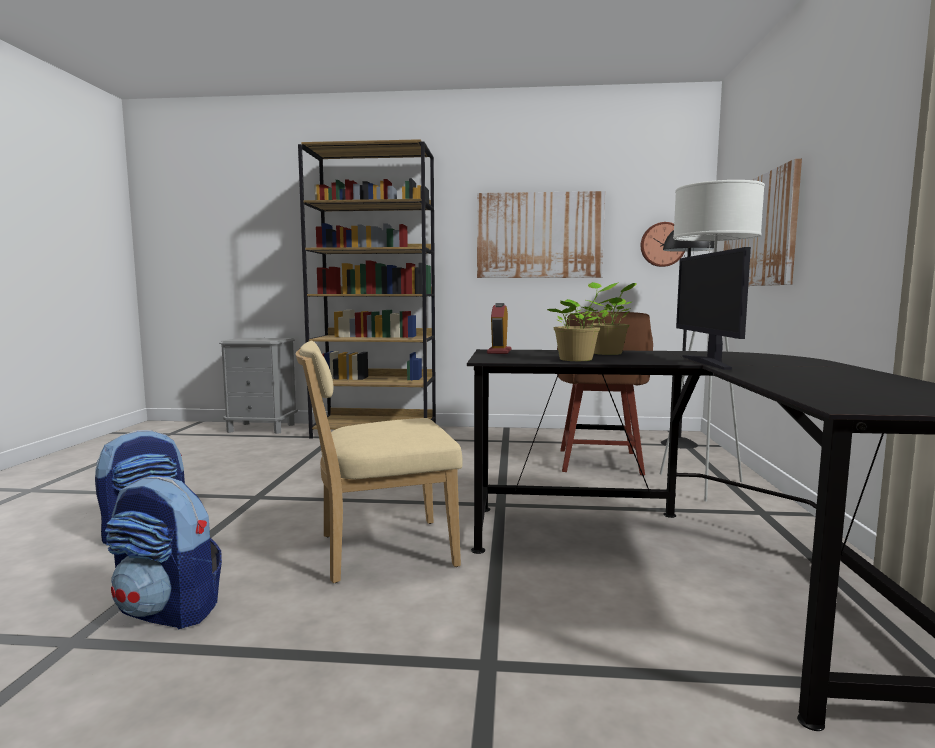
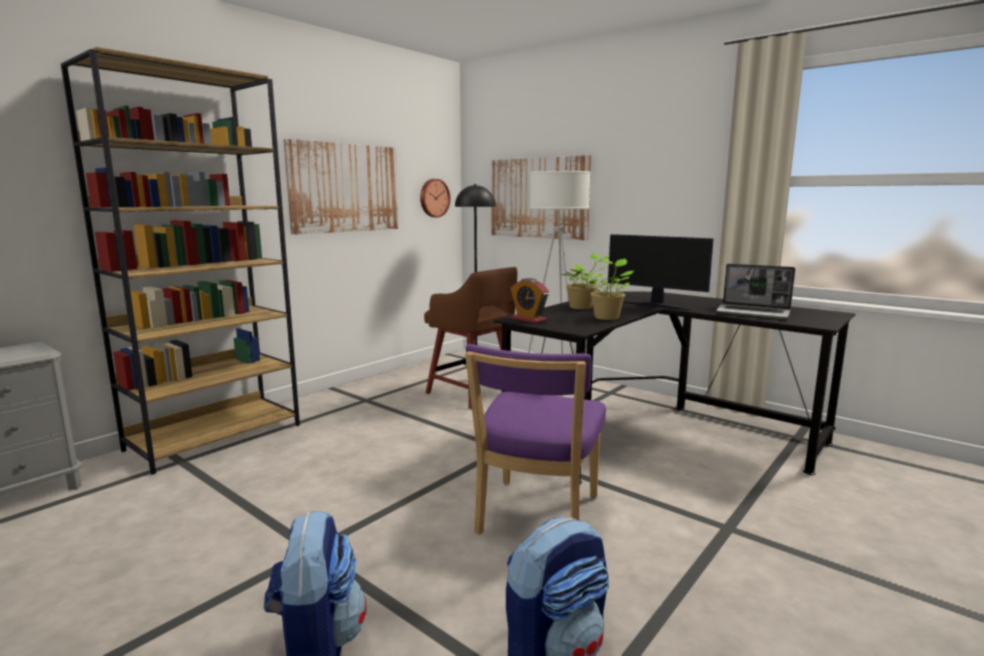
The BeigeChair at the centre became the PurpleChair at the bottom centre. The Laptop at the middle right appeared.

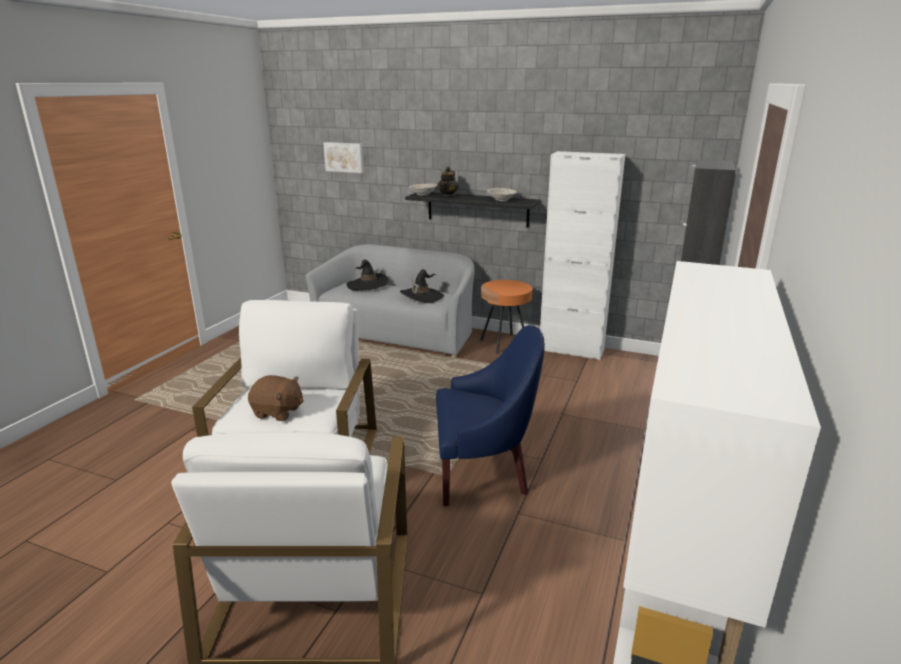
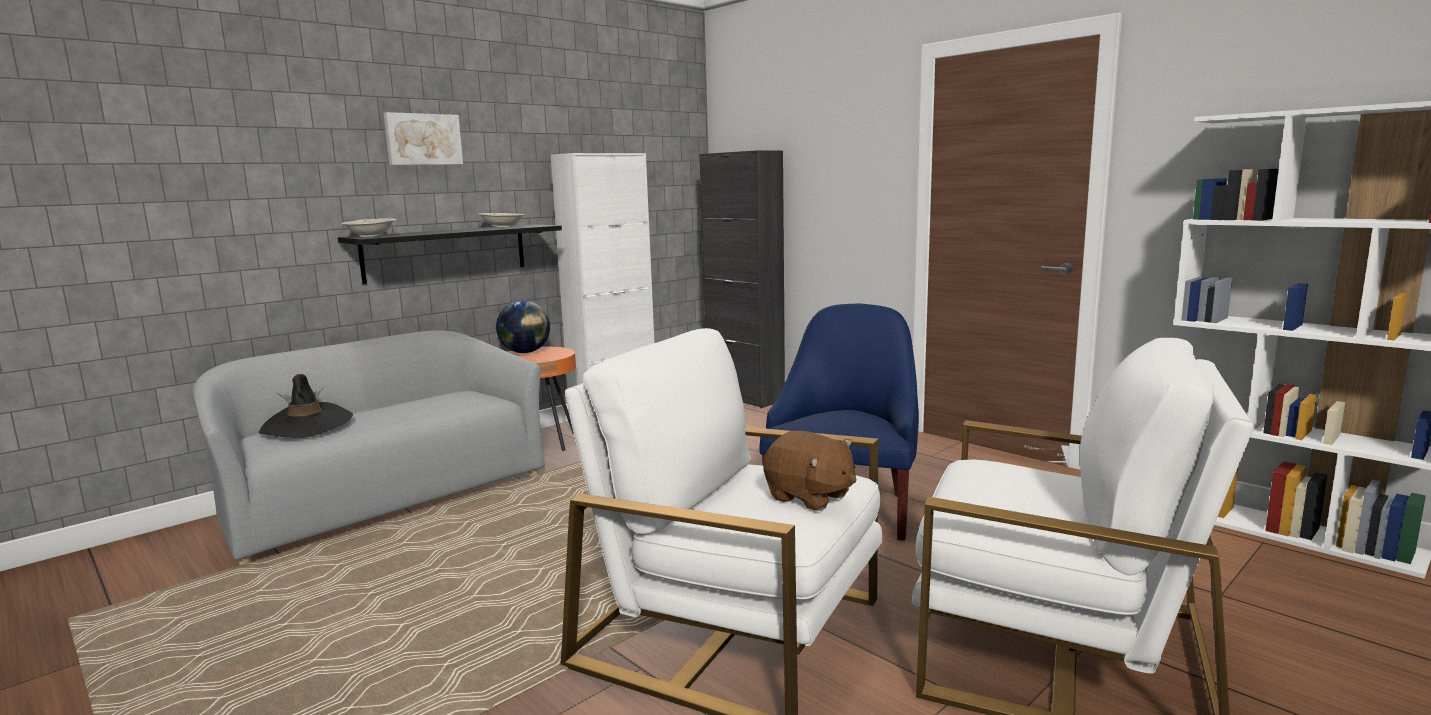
The Picture moved from the top centre to the top left. The Teapot at the top centre disappeared. The BlackHat (no. 2 from left) at the centre disappeared. The BrownPlushToy at the middle left turned 90 degrees clockwise. The Globe at the centre appeared.

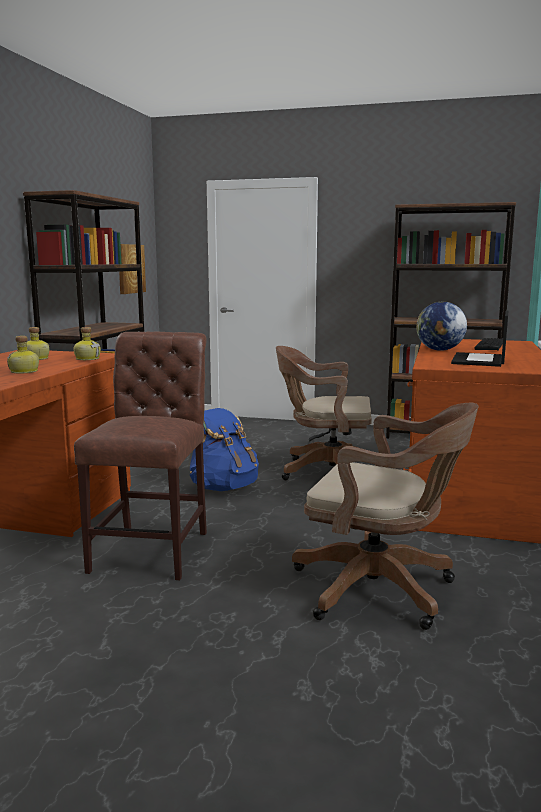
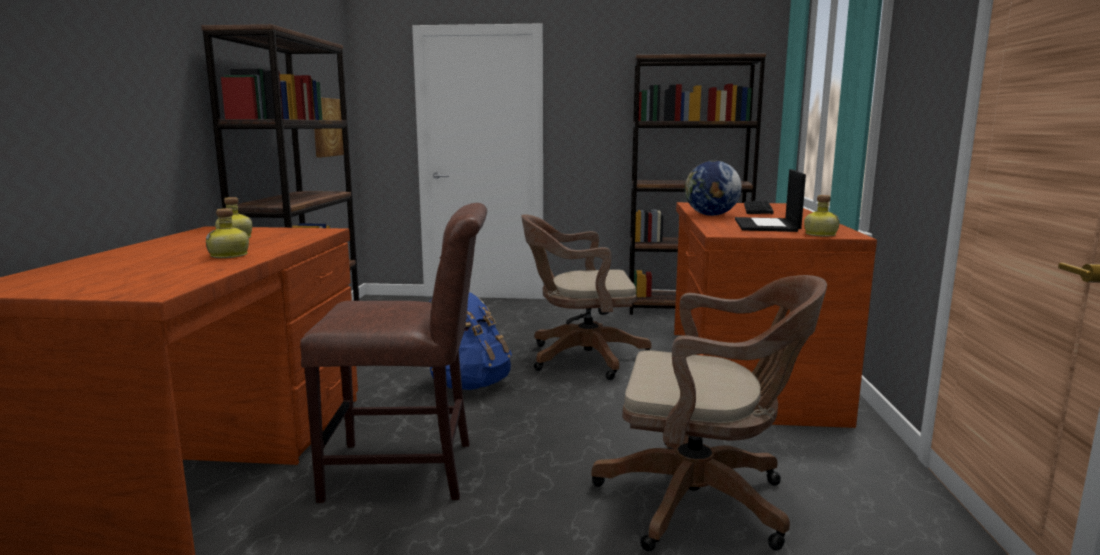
The Bottle (no. 3 from left) moved from the middle left to the middle right. The BrownChair at the middle left turned 90 degrees clockwise.

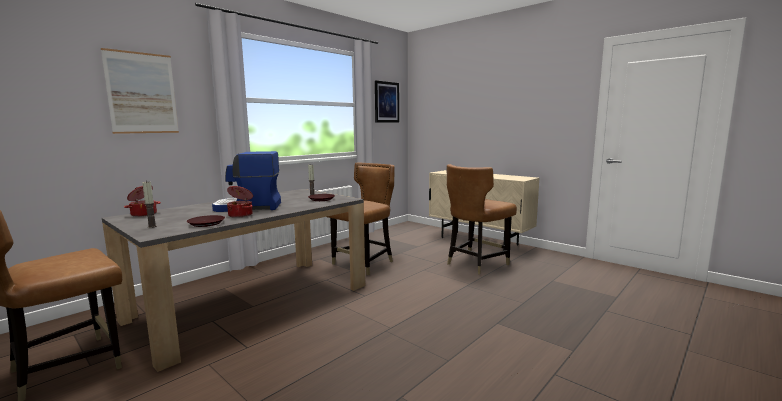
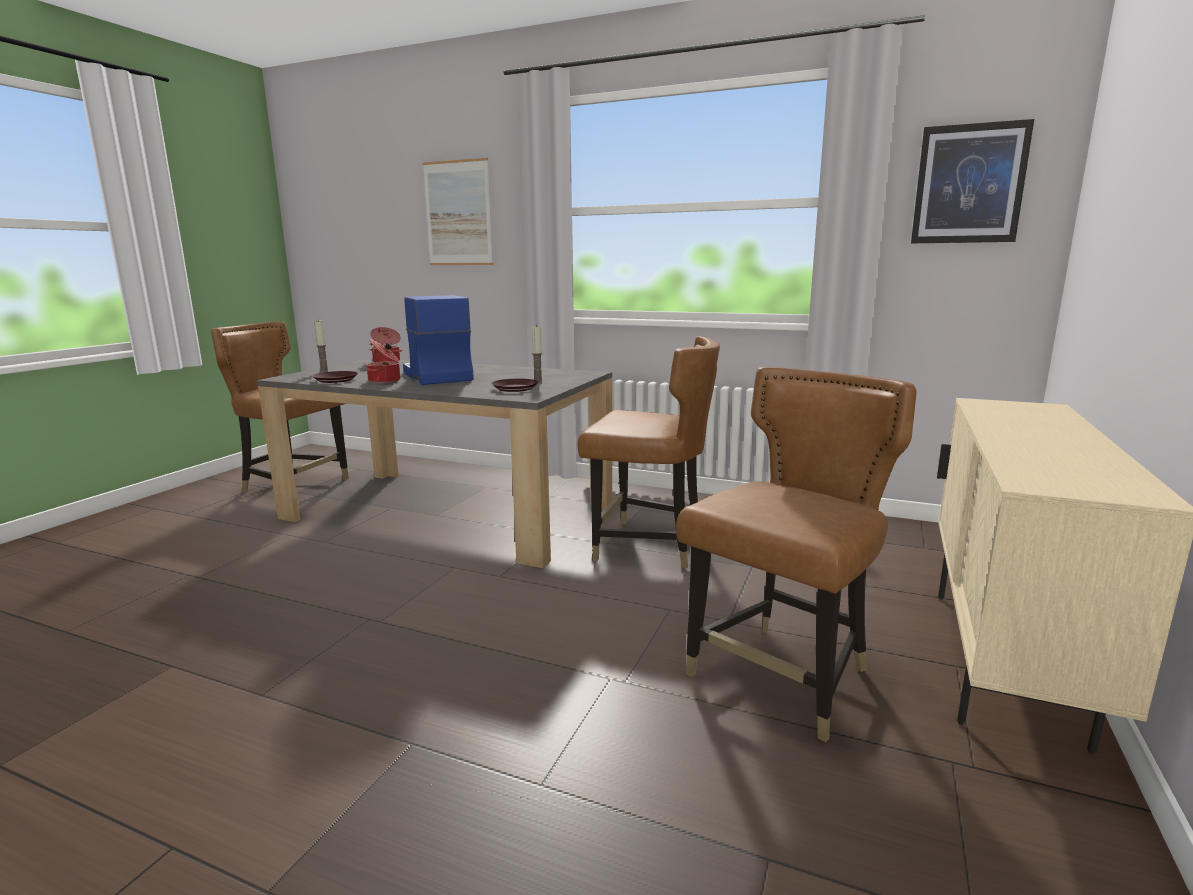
The BrownChair (no. 3 from left) at the centre turned 105 degrees clockwise.

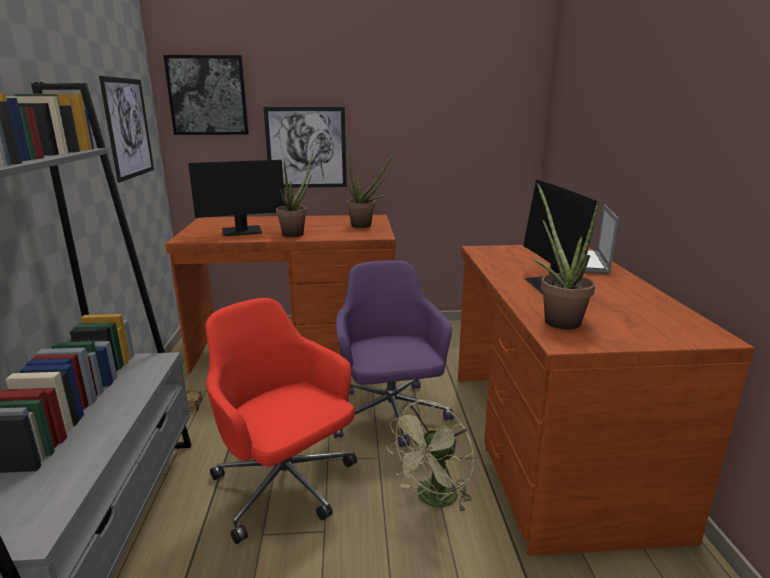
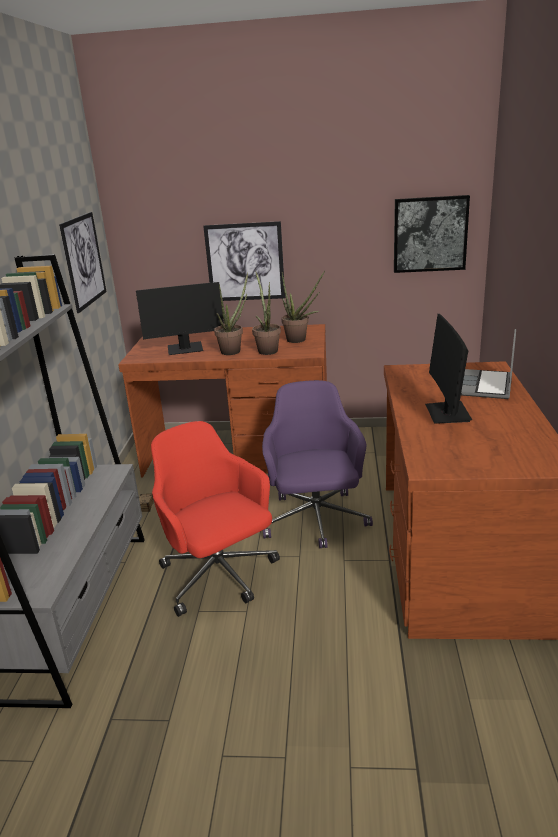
The Picture (no. 2 from left in the first image) moved from the top left to the top right. The PottedPlant (no. 3 from left in the first image) moved from the middle right to the centre. The GreenFan at the bottom centre disappeared.

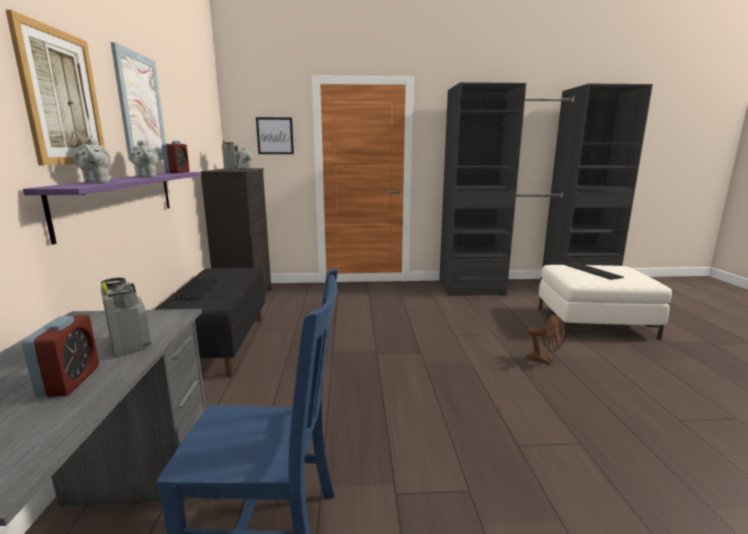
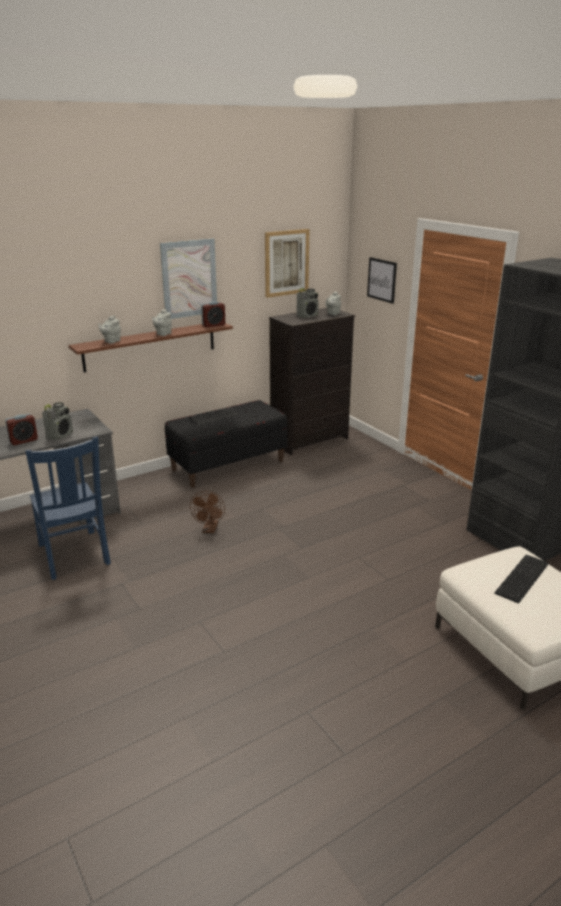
The Picture (no. 1 from left in the first image) moved from the top left to the top centre. The PurpleShelf at the middle left became the BrownShelf at the middle left. The BrownFan moved from the middle right to the centre.

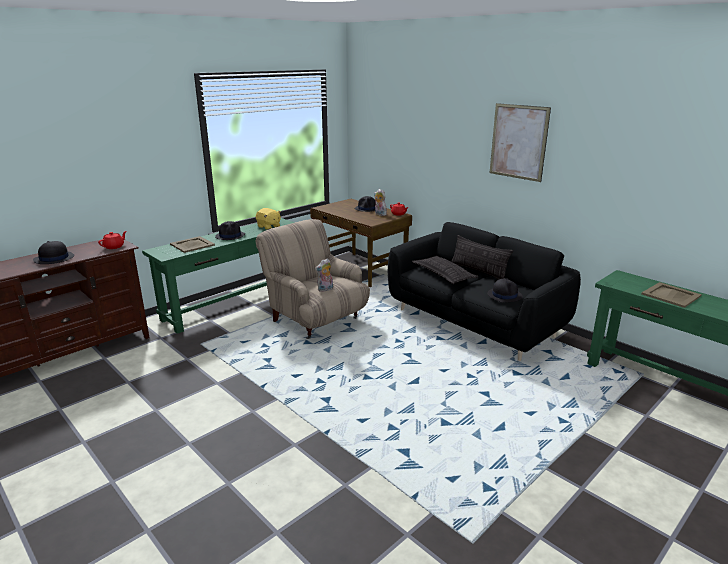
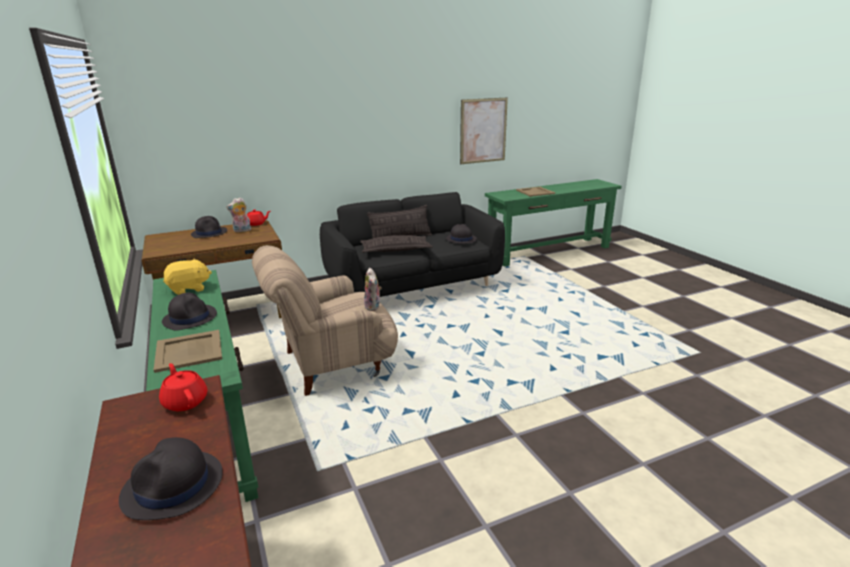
The Picture moved from the top right to the top centre.

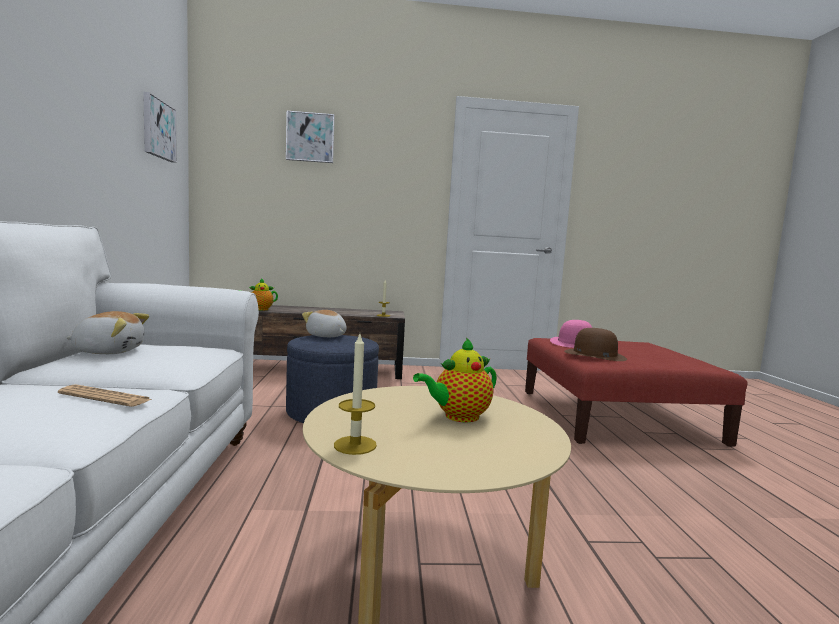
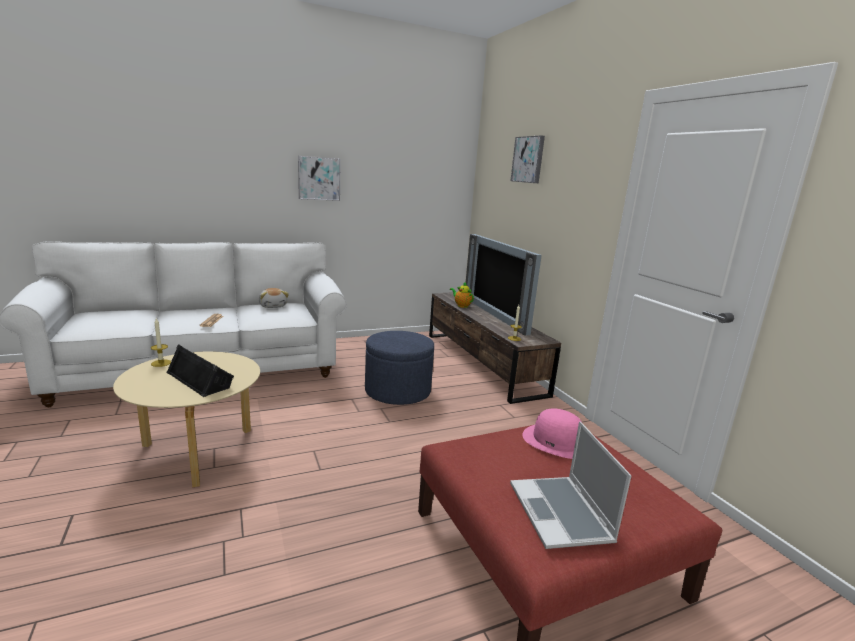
The Picture (no. 1 from left) moved from the top left to the top centre. The PlushToy (no. 2 from left) at the centre disappeared. The BrownHat at the middle right disappeared. The Teapot (no. 2 from left) at the centre was replaced by the BlackSpeaker at the middle left. The Television at the centre appeared. The Laptop at the bottom right appeared.

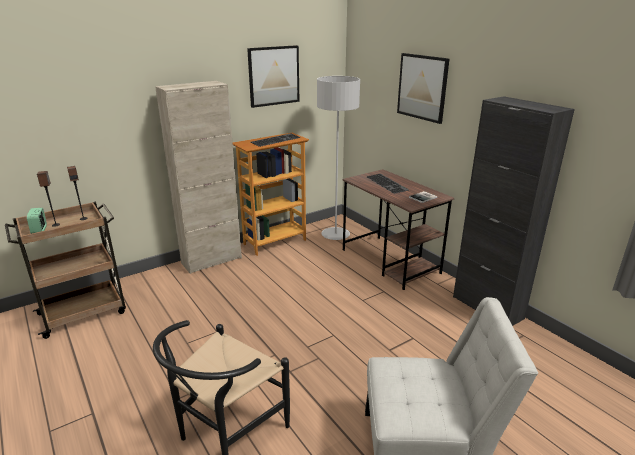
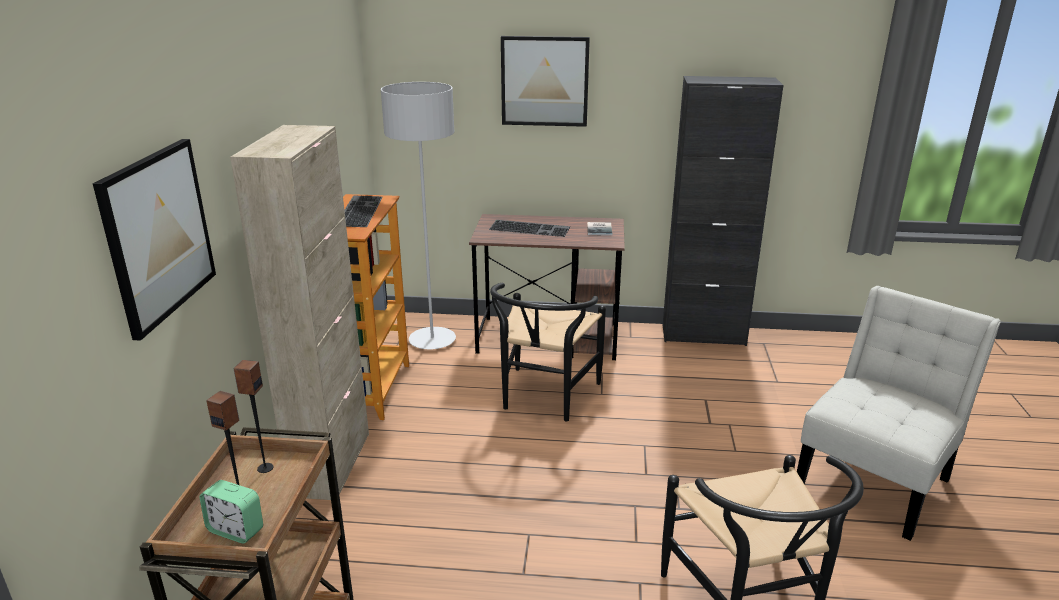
The Picture (no. 1 from left) moved from the top centre to the middle left. The BlackChair (no. 1 from left) at the centre appeared.

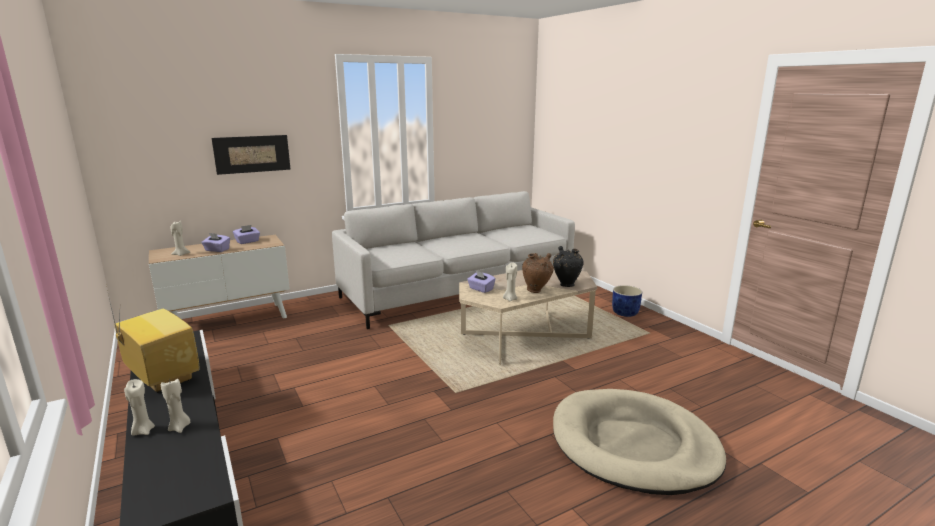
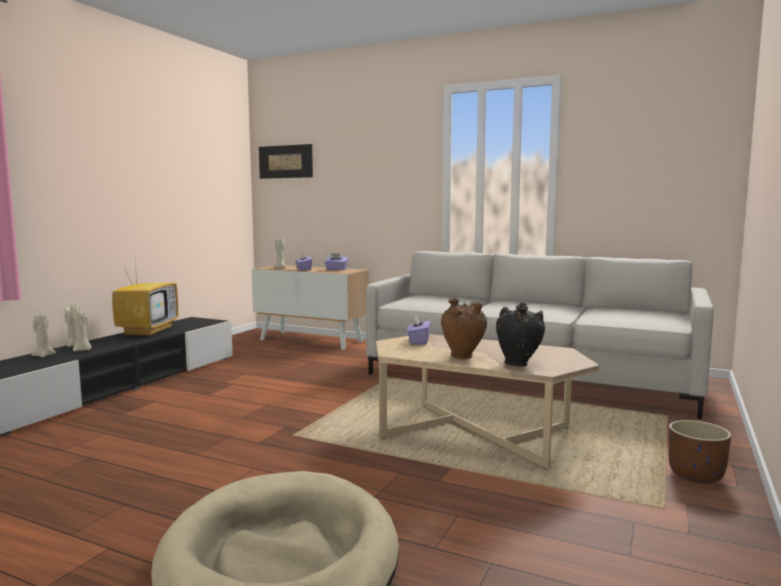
The Picture moved from the top left to the top centre. The BeigeCandle (no. 4 from left in the first image) moved from the centre to the middle left. The BluePlanter at the middle right became the BrownPlanter at the bottom right.

